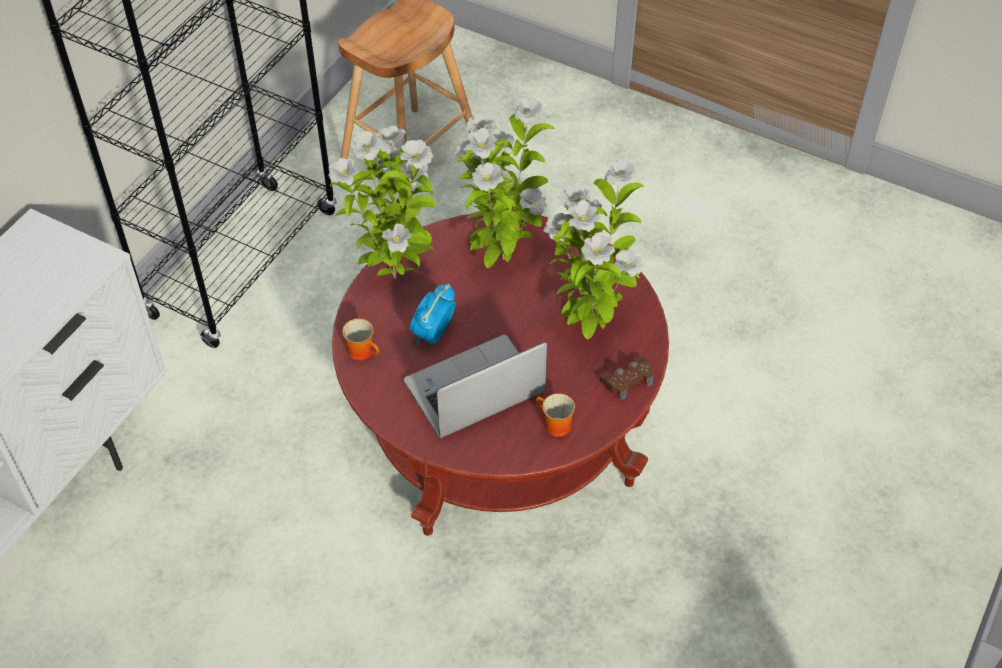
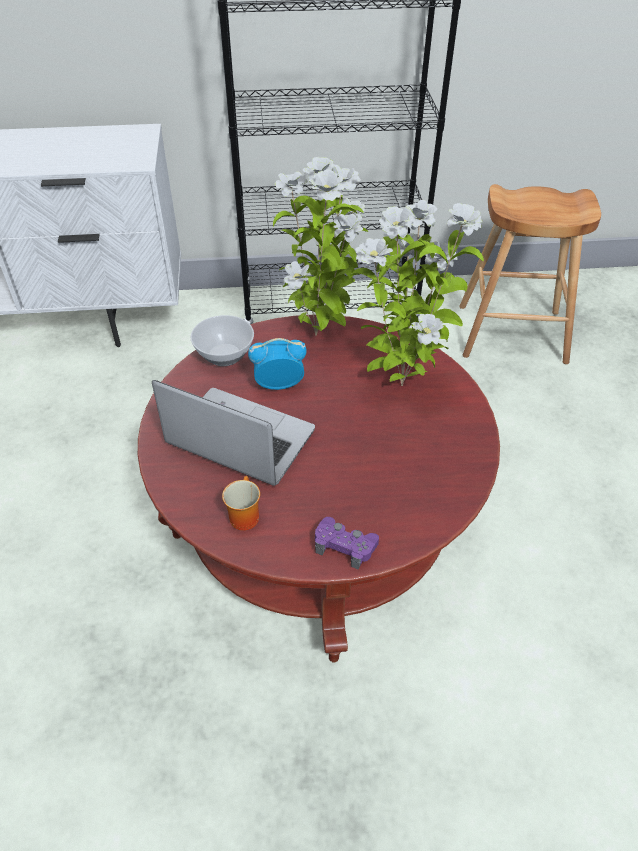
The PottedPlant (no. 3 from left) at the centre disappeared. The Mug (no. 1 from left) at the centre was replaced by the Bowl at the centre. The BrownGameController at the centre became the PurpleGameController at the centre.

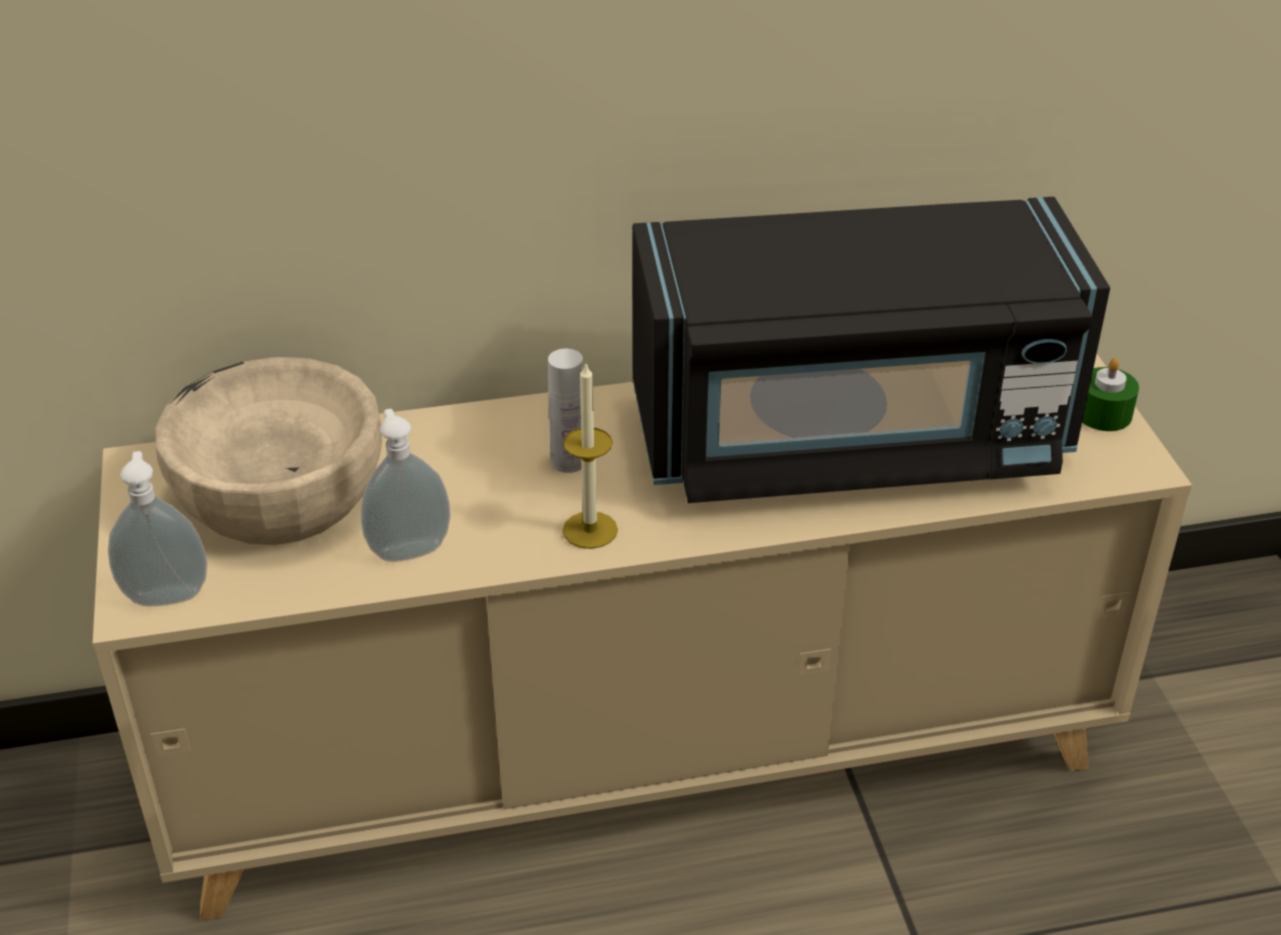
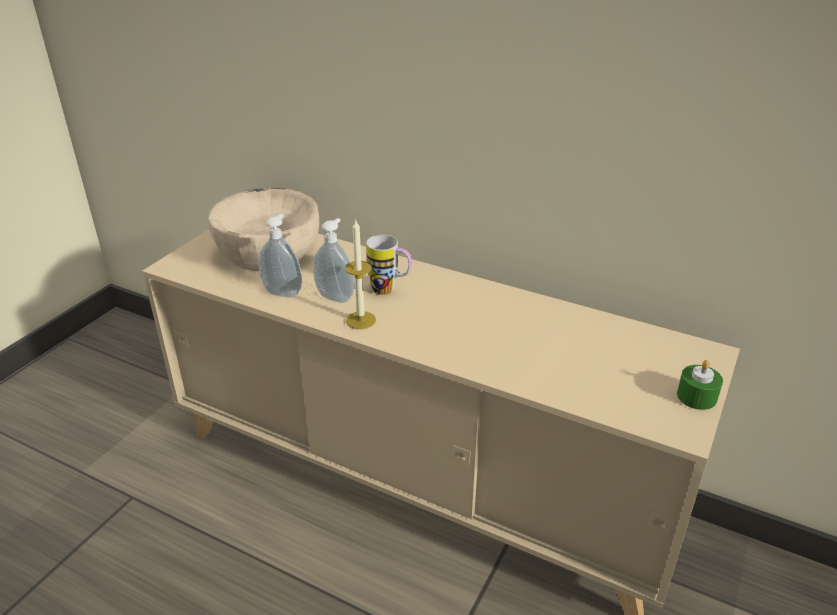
The BlackMicrowave at the middle right disappeared. The WhiteBottle at the centre was replaced by the Mug at the centre. The SoapDispenser (no. 1 from left in the first image) moved from the middle left to the centre.

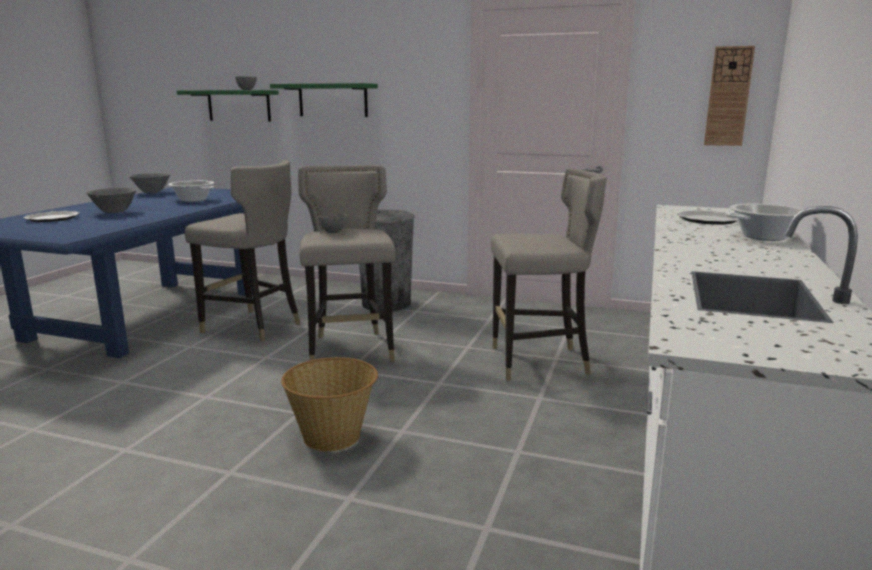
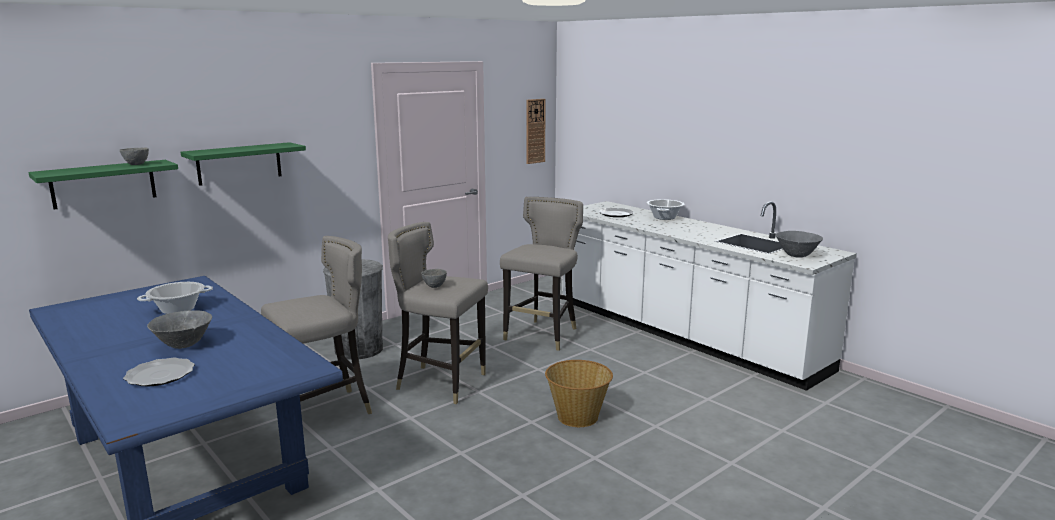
The GreyBowl (no. 2 from left in the first image) moved from the top left to the middle right.

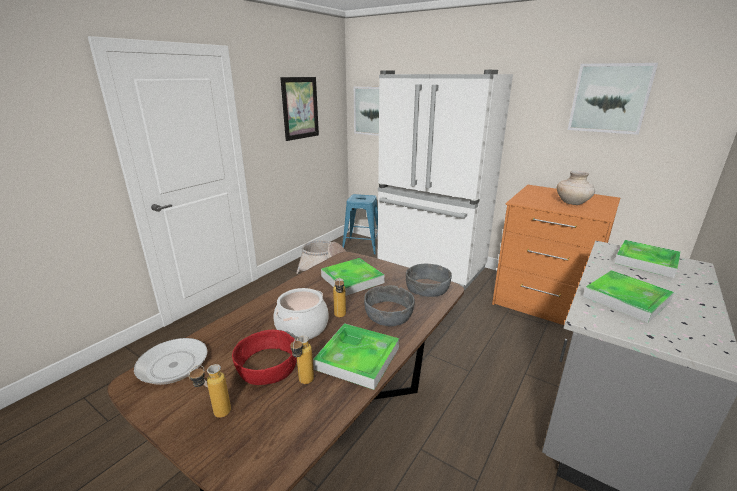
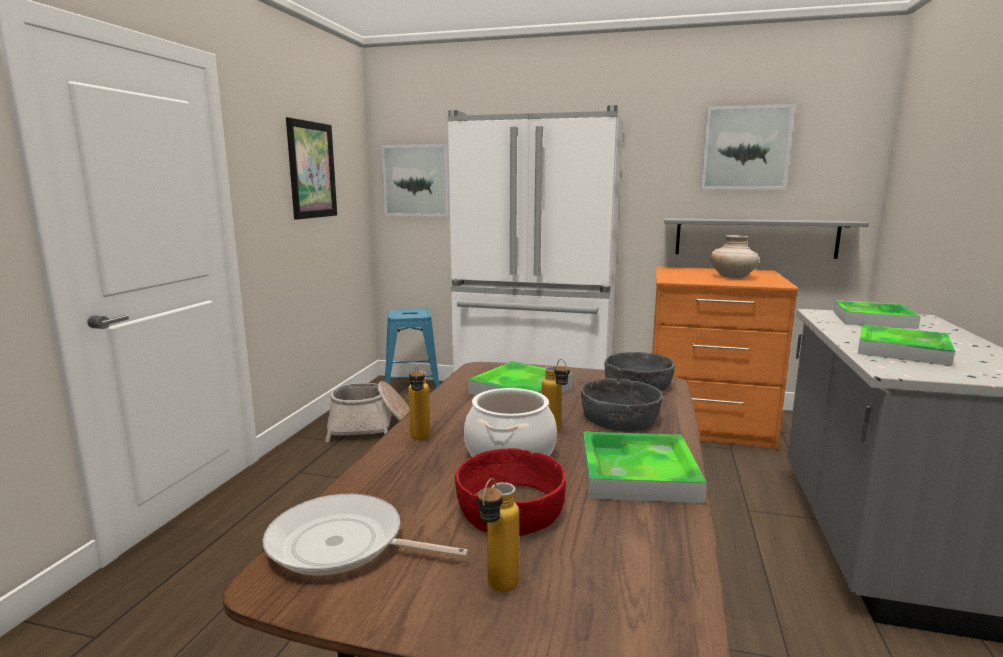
The Bottle (no. 2 from left in the first image) moved from the bottom centre to the centre. The GreyShelf at the middle right appeared.

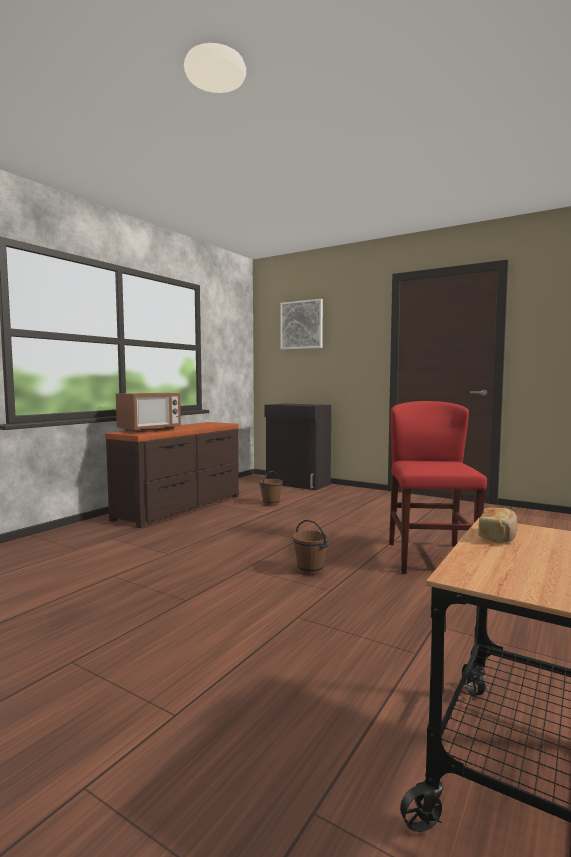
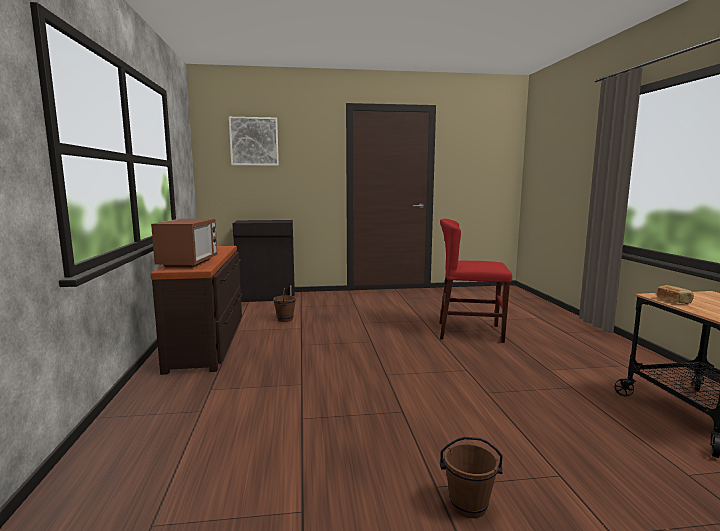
The RedChair at the middle right turned 45 degrees counterclockwise. The BrownBucket (no. 2 from left) moved from the centre to the bottom centre.

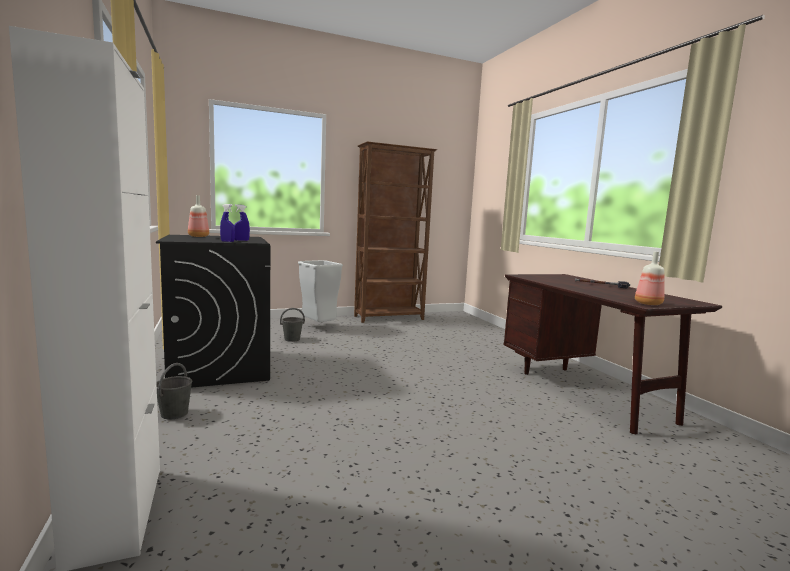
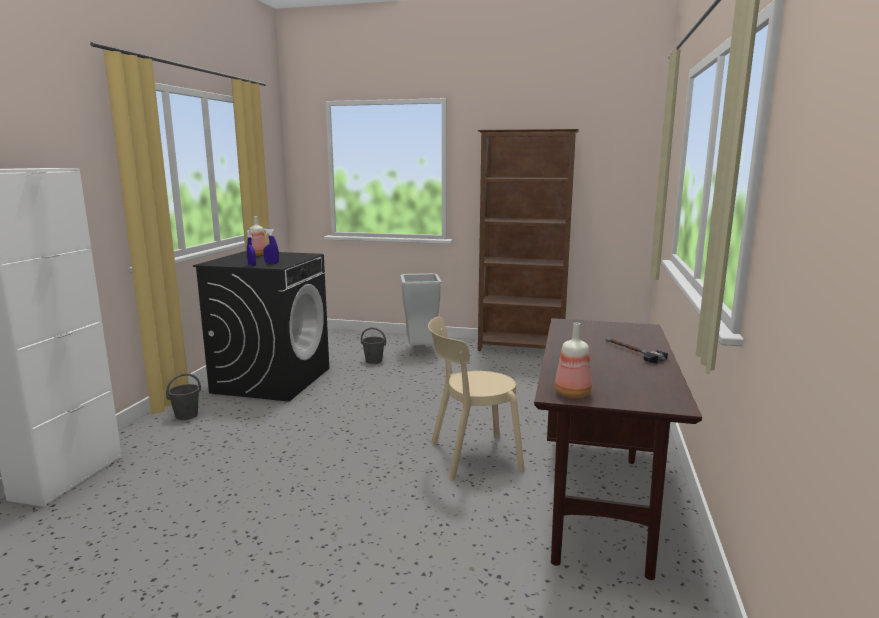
The BeigeChair at the centre appeared.

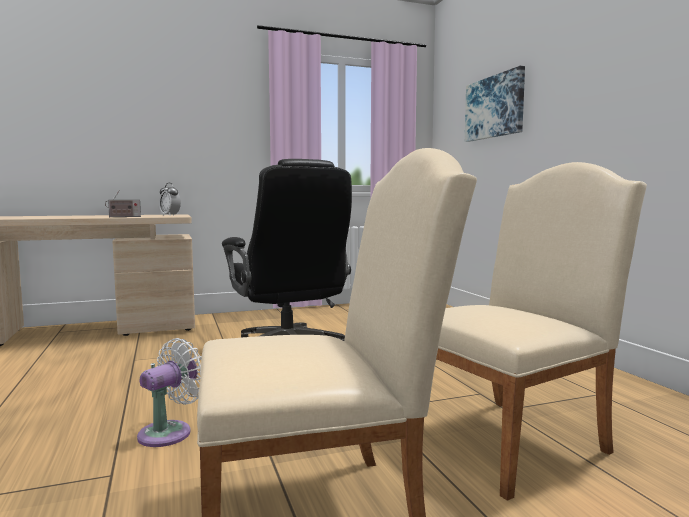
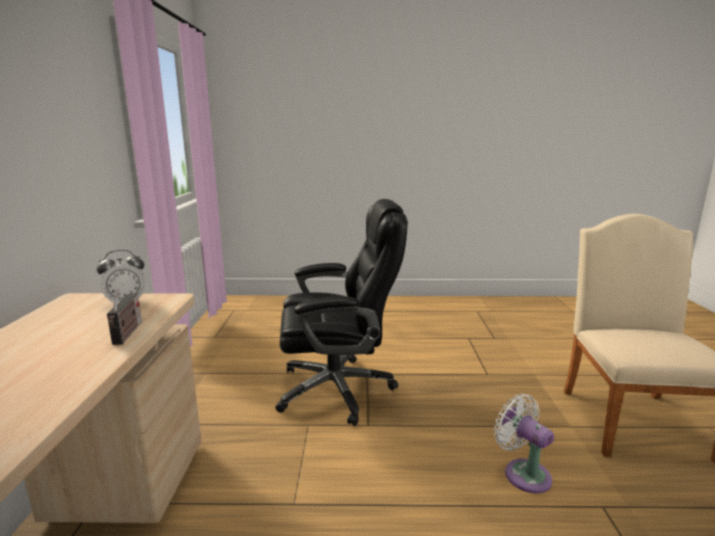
The Picture at the top right disappeared. The BeigeChair (no. 2 from left) at the middle right disappeared.

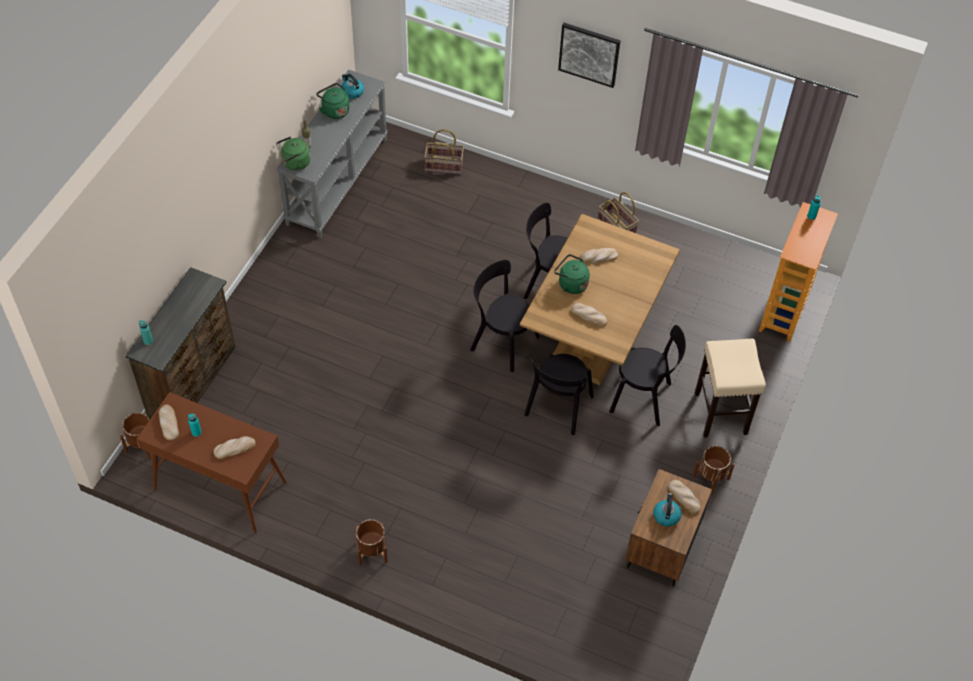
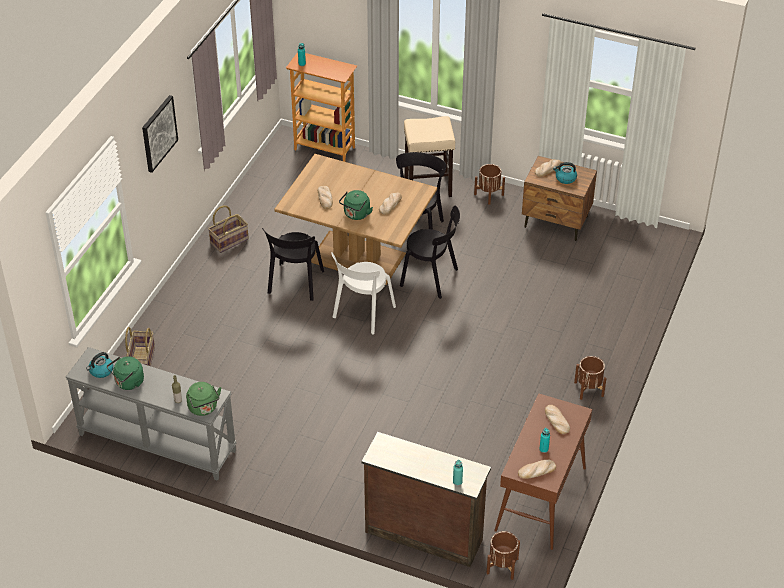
The BlackChair (no. 1 from left) at the centre became the WhiteChair at the centre.

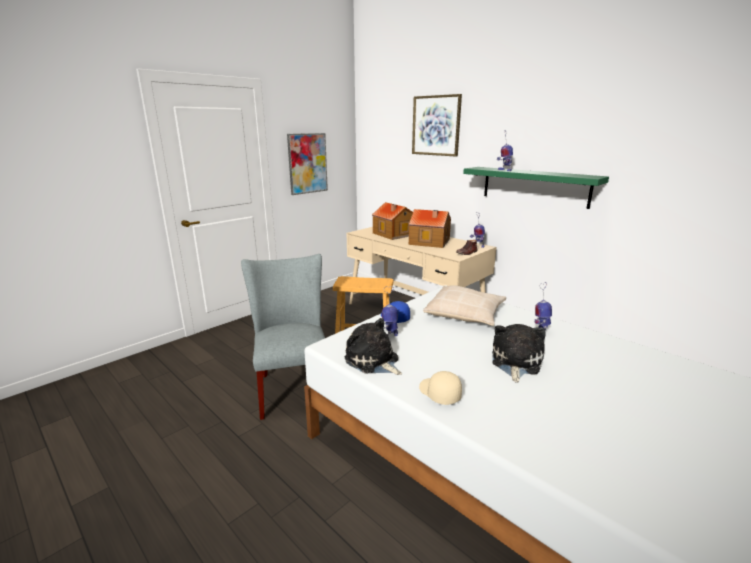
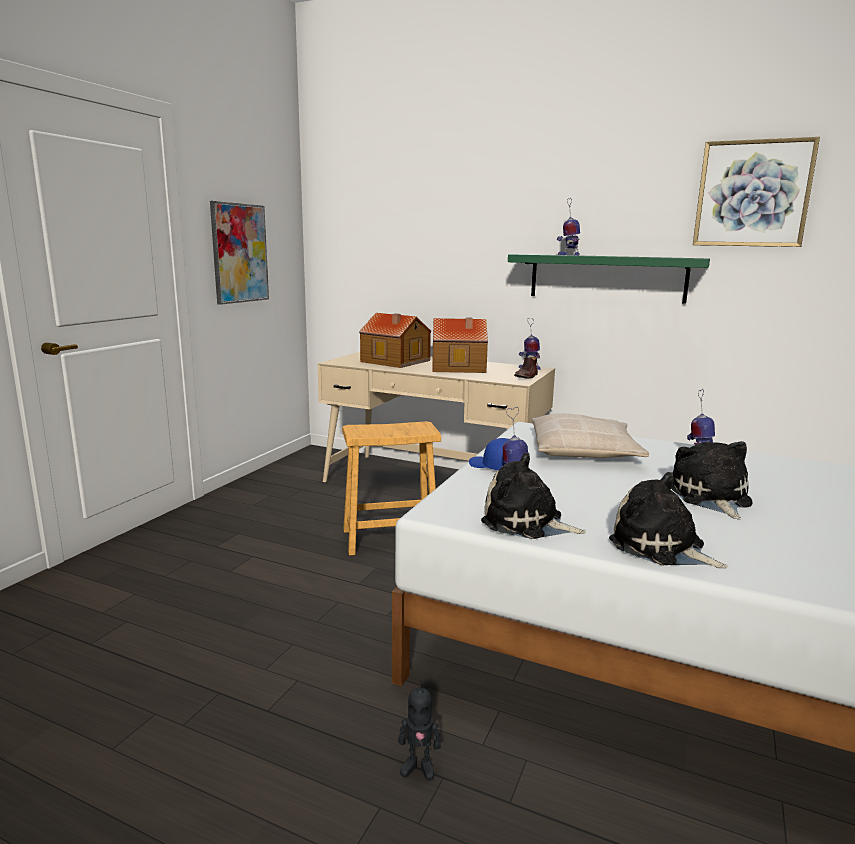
The Picture (no. 2 from left) moved from the top centre to the top right. The GreyChair at the centre disappeared. The BeigeCap at the bottom centre was replaced by the PlushToy (no. 2 from left) at the middle right. The ToyRobot (no. 1 from left) at the bottom centre appeared.

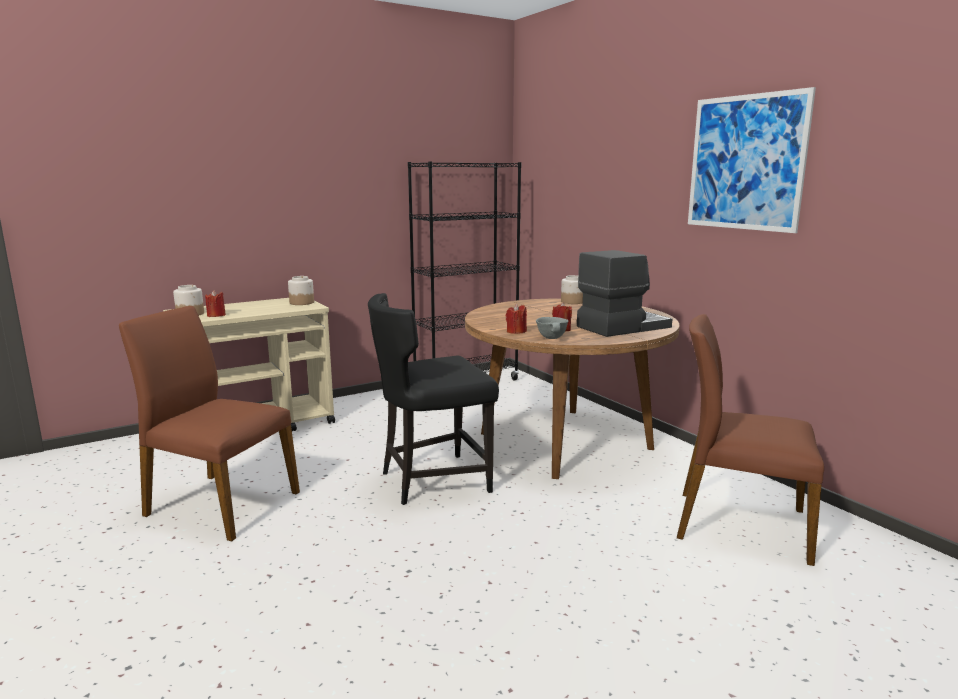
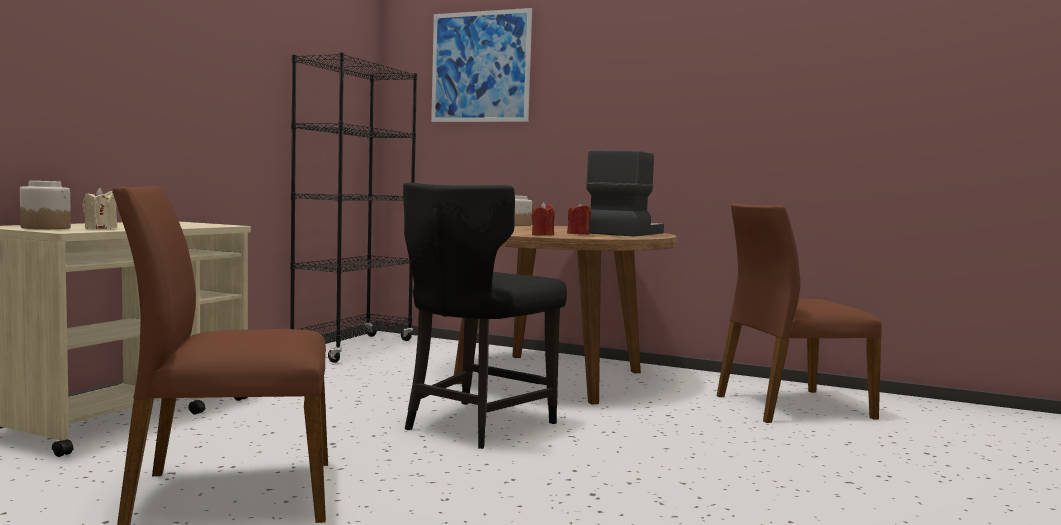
The Picture moved from the top right to the top centre. The Jar (no. 2 from left) at the middle left disappeared. The RedCandle (no. 1 from left) at the middle left became the BeigeCandle at the middle left. The GreyBowl at the centre disappeared.

